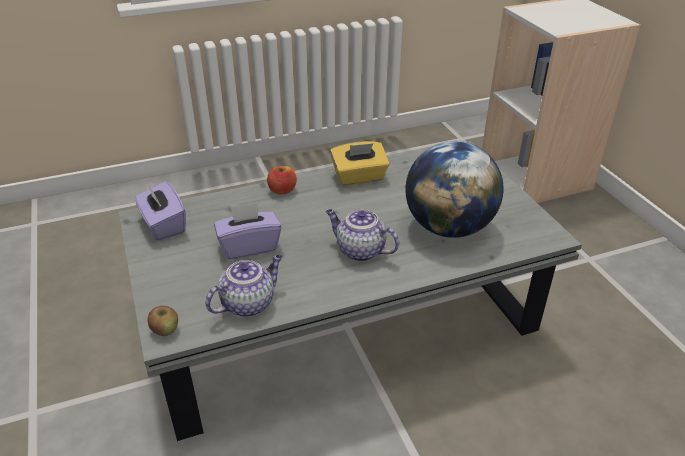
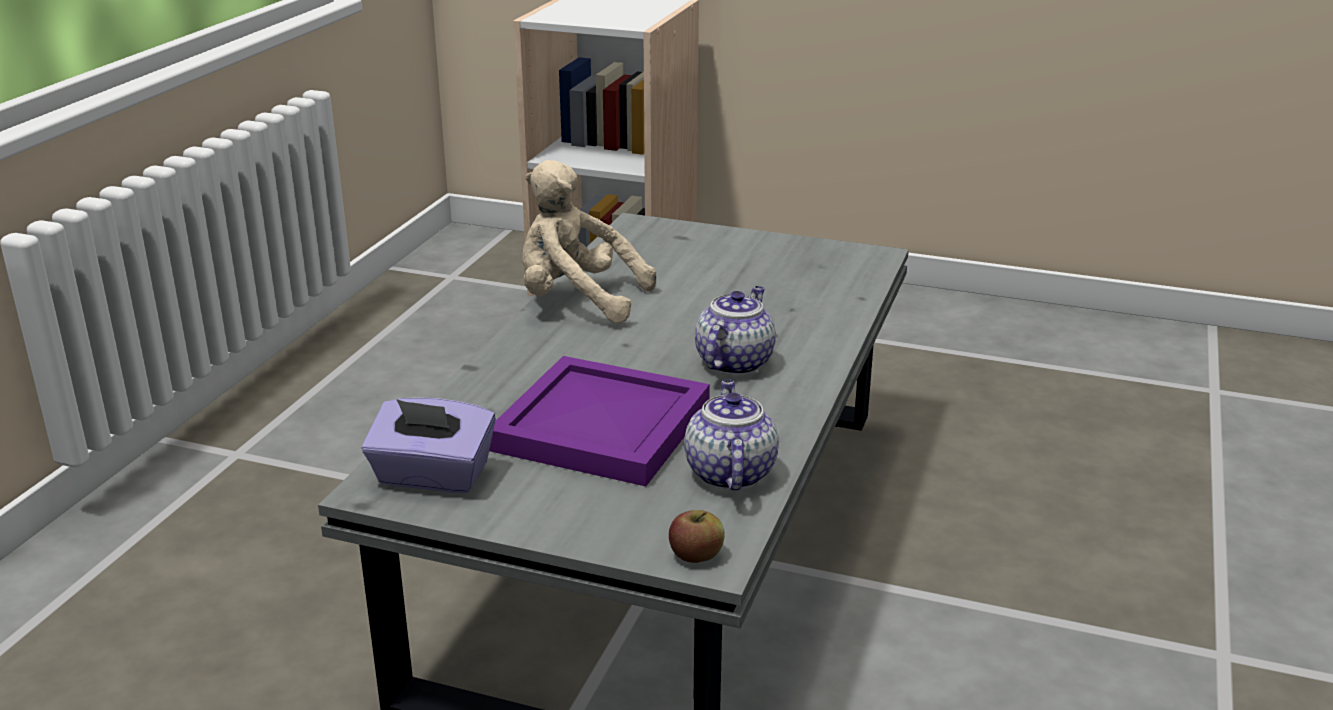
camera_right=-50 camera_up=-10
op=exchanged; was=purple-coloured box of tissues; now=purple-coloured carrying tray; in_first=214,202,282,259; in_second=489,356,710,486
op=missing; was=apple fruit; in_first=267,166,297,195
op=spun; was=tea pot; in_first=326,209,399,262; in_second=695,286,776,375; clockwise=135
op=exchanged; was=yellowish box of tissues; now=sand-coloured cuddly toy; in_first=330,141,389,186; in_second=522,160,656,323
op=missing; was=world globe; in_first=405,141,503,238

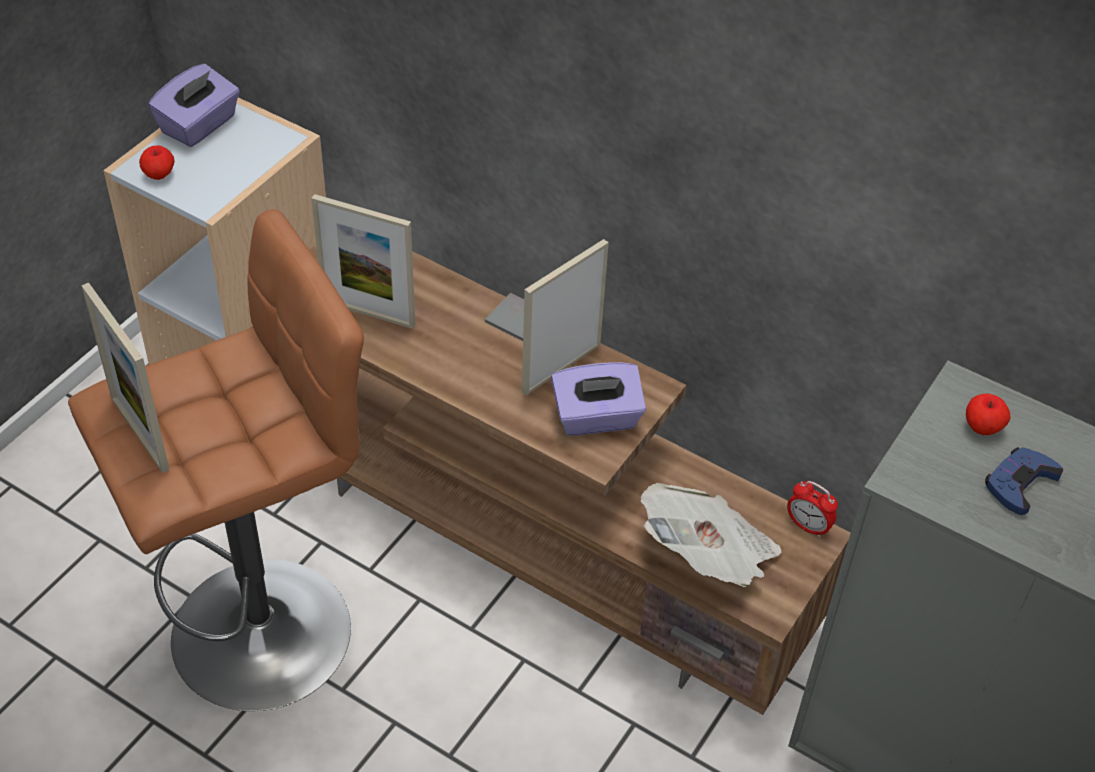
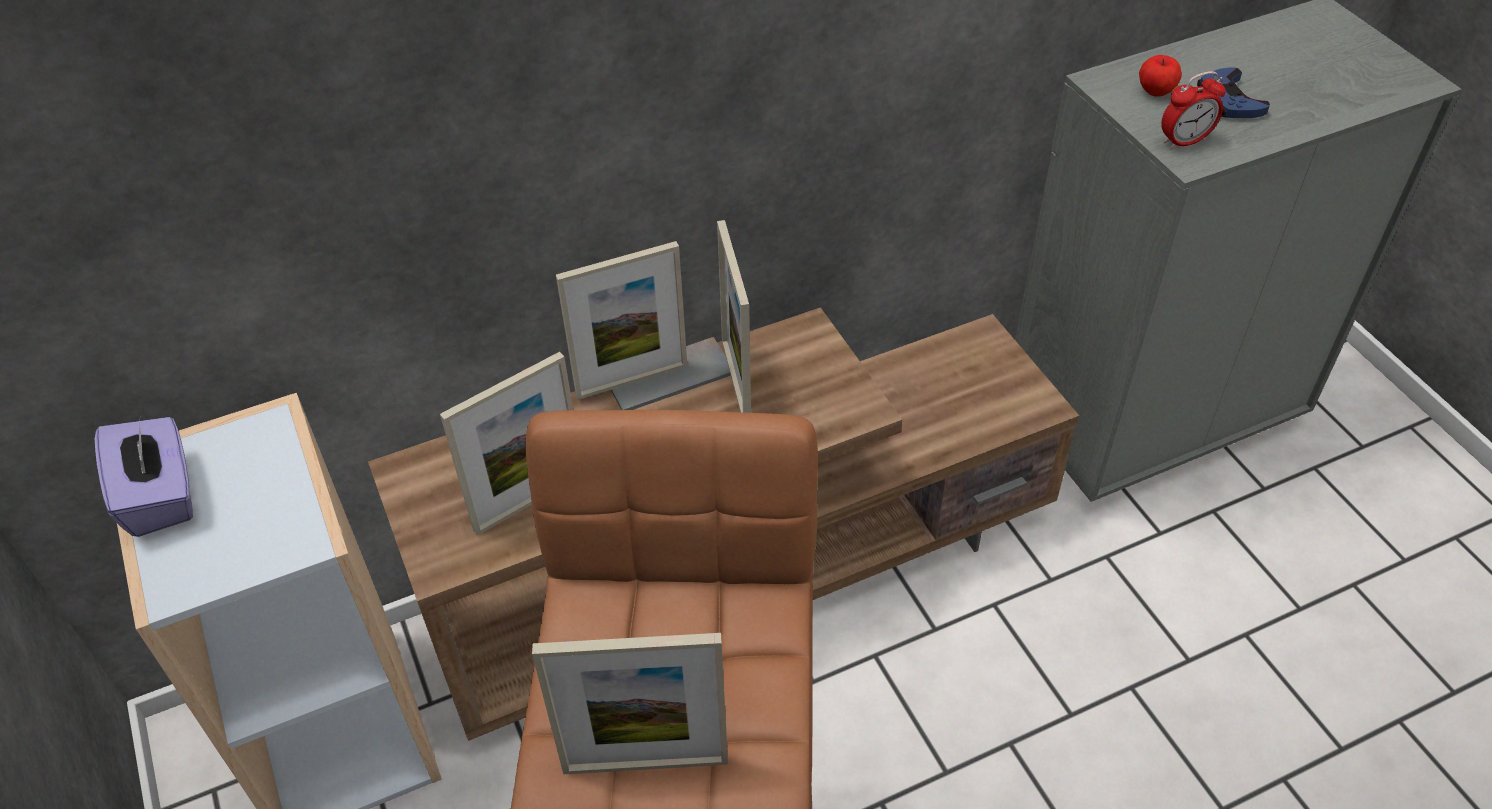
camera_right=-55 camera_up=0
op=missing; was=apple fruit; in_first=139,145,175,180
op=missing; was=purple-coloured box of tissues; in_first=551,362,646,436
op=missing; was=newspaper; in_first=641,483,782,587
op=relocated; was=bedside clock; in_first=787,481,838,538; in_second=1161,71,1226,149
op=appeared; now=photo frame; in_second=556,241,687,400

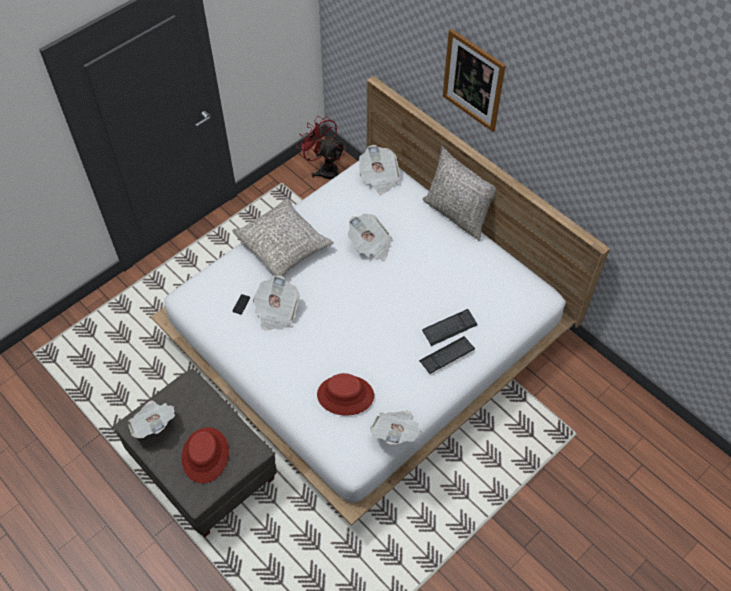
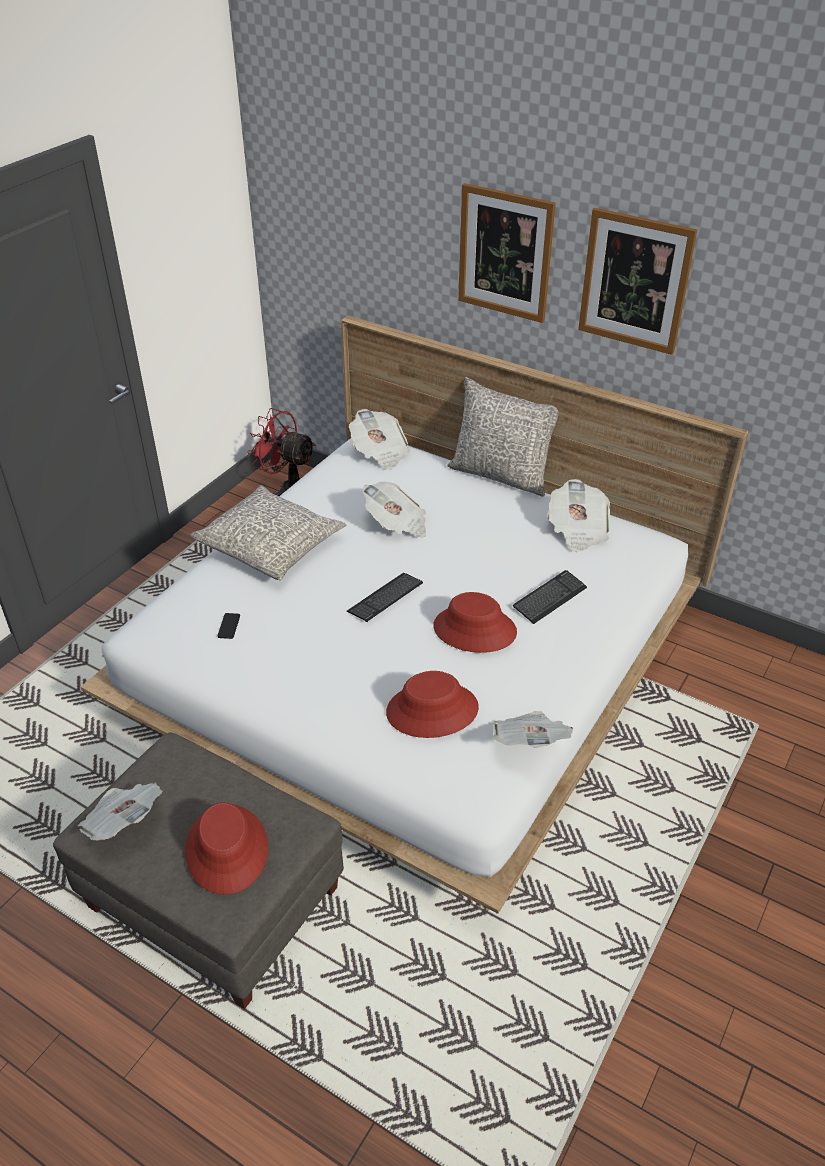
camera_right=-15 camera_up=-15
op=relocated; was=newspaper; in_first=253,276,300,331; in_second=547,479,610,552
op=relocated; was=PC keyboard; in_first=419,336,475,374; in_second=347,573,423,622
op=appeared; now=reddish hat; in_second=433,592,517,653
op=appeared; now=wall art; in_second=578,208,697,355

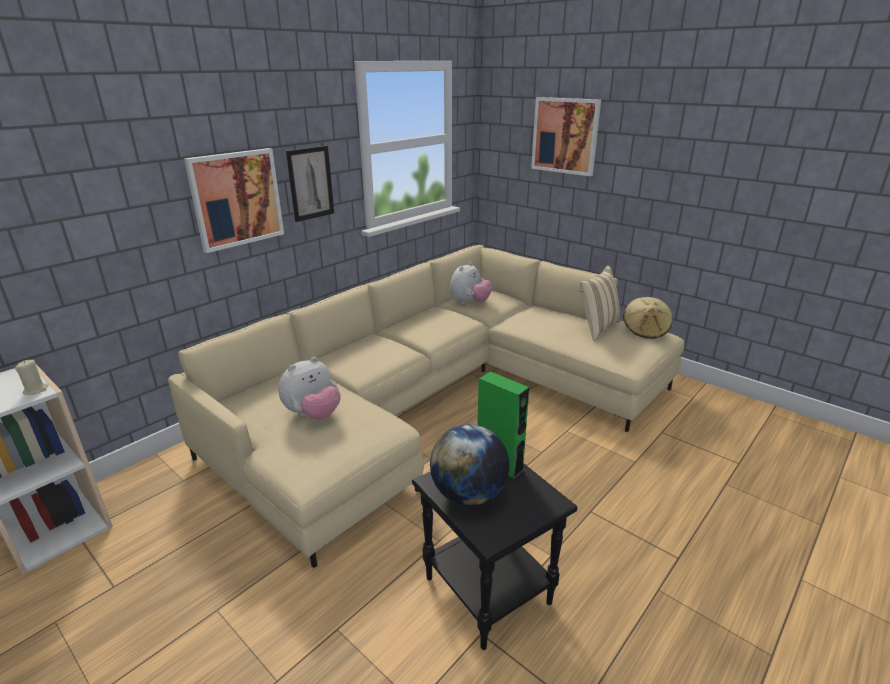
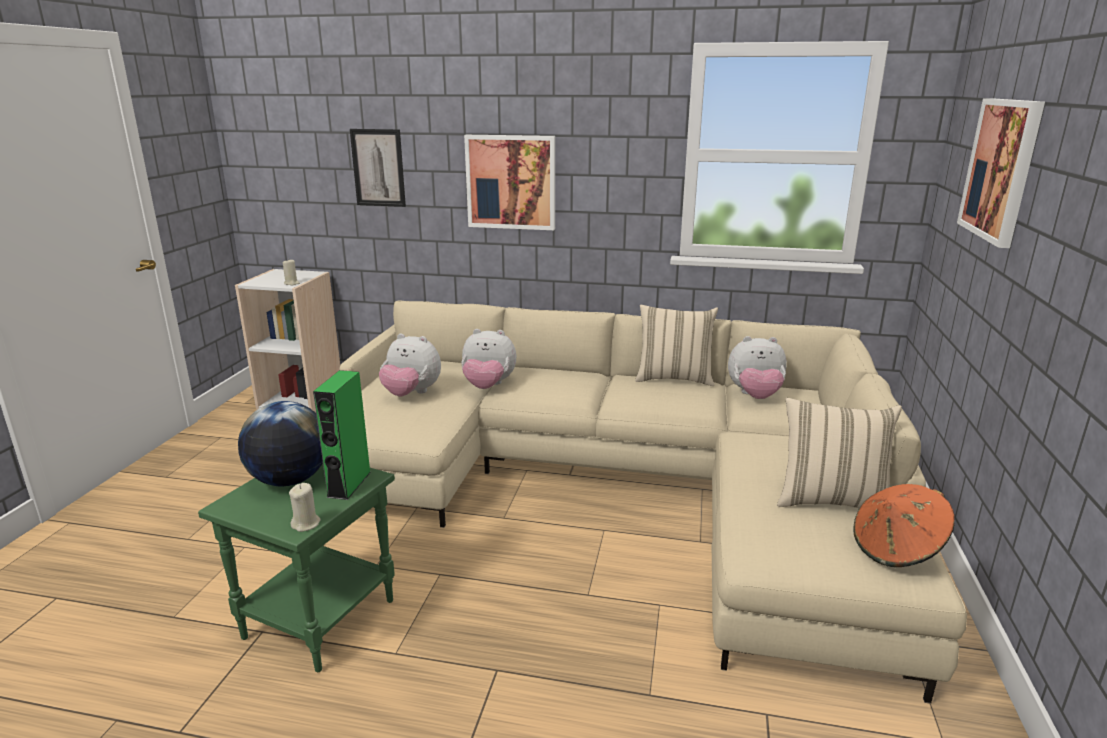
camera_right=60 camera_up=-5
op=relocated; was=wall art; in_first=286,146,334,222; in_second=350,129,406,207
op=colour; was=blackish side table; now=green side table; in_first=412,464,578,650; in_second=198,464,395,672
op=colour; was=sand-coloured hat; now=orange hat; in_first=623,297,673,339; in_second=853,484,955,567
op=appeared; now=sand-coloured candle; in_second=289,483,320,532
op=appeared; now=cuddly toy; in_second=461,329,516,389
op=appeared; now=sand-coloured pillow; in_second=635,305,718,386

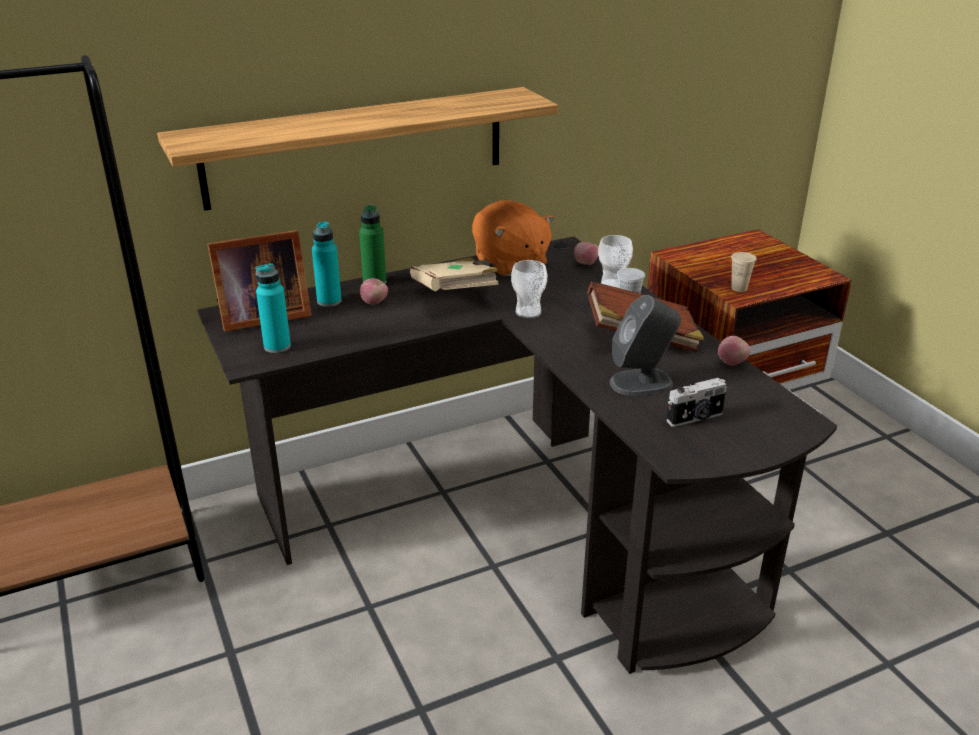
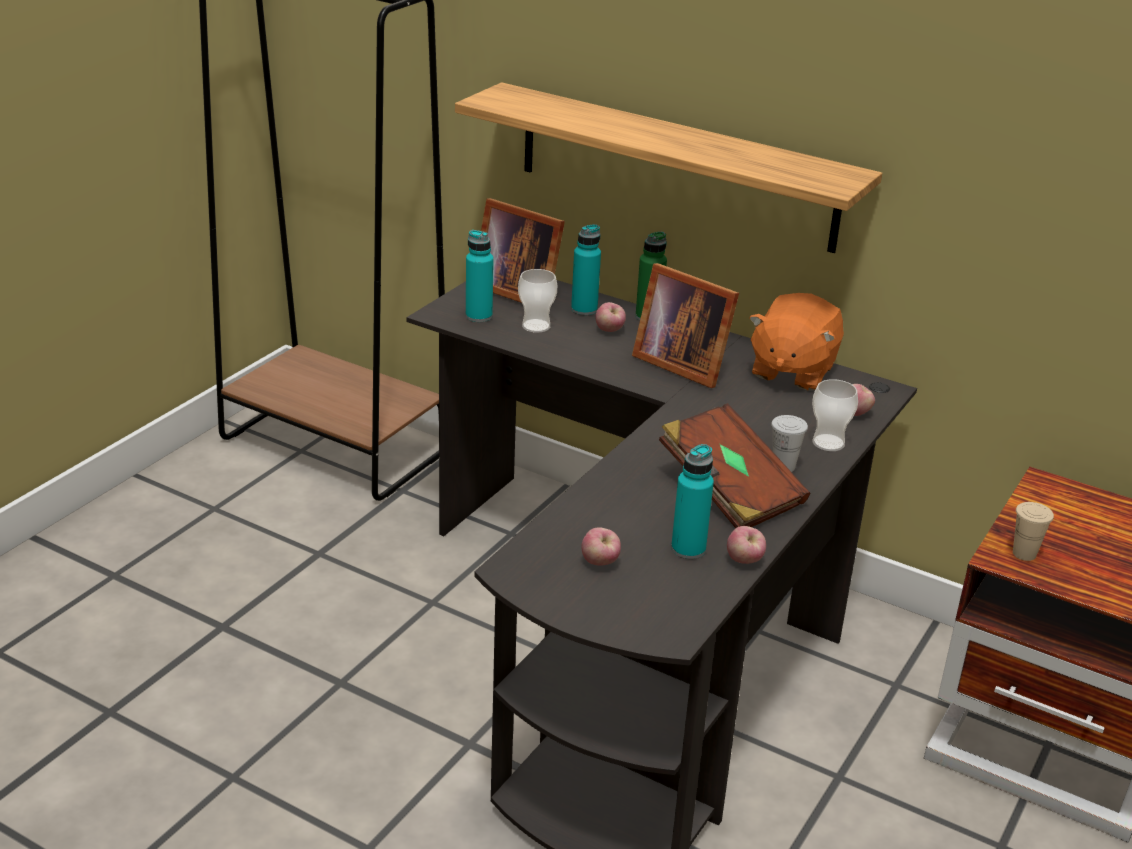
camera_right=55 camera_up=0
op=exchanged; was=sand-coloured volume; now=photo frame; in_first=410,258,499,291; in_second=632,263,739,388
op=relocated; was=small cup; in_first=511,260,547,318; in_second=518,269,557,333
op=missing; was=grey loudspeaker; in_first=609,295,681,395
op=exchanged; was=still camera; now=apple fruit; in_first=666,378,727,427; in_second=581,527,621,565
op=appeared; now=turquoise bottle; in_second=671,444,714,559

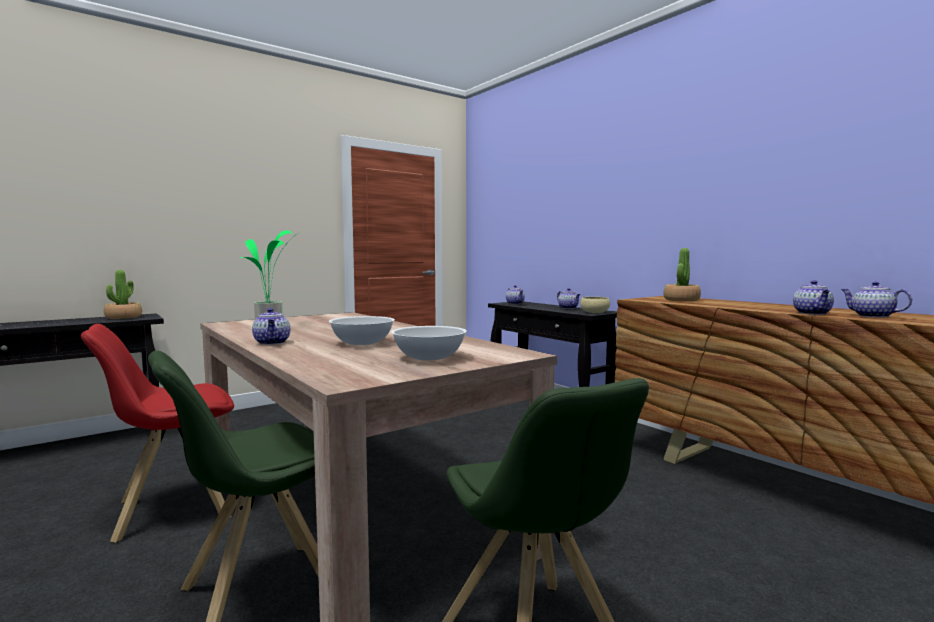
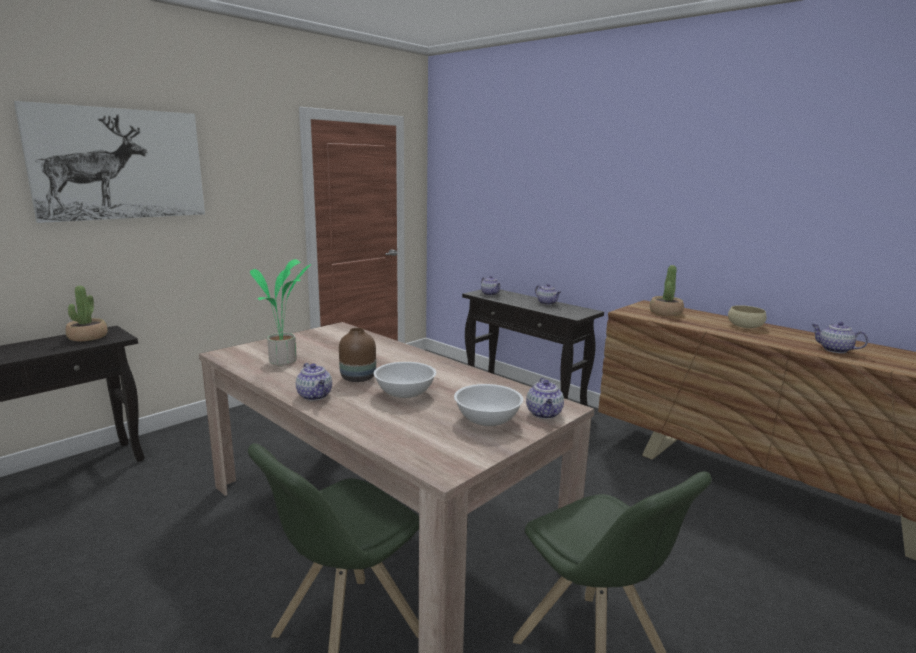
camera_right=-10 camera_up=10
op=missing; was=reddish chair; in_first=81,324,234,543
op=relocated; was=sand-coloured serving bowl; in_first=580,297,610,313; in_second=728,305,767,328
op=relocated; was=tea pot; in_first=793,280,834,315; in_second=526,378,564,419
op=appeared; now=wall art; in_second=14,101,205,223
op=appeared; now=brown-coloured vase; in_second=339,328,376,382

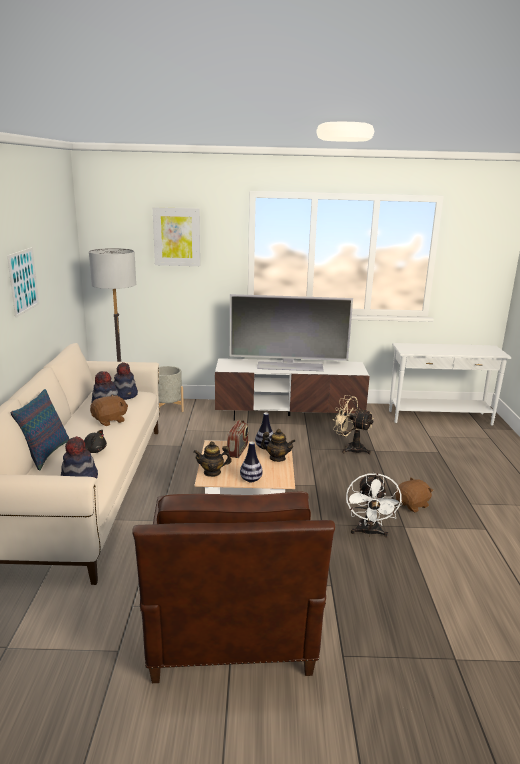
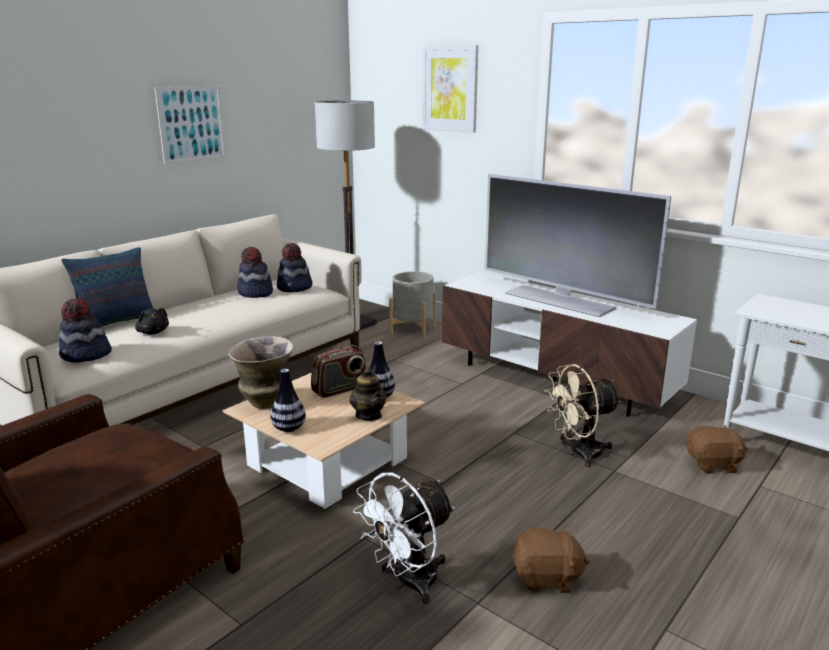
camera_right=40 camera_up=0
op=relocated; was=brown-coloured cuddly toy; in_first=90,395,128,426; in_second=686,425,748,473
op=exchanged; was=tea pot; now=vase; in_first=193,441,232,477; in_second=228,336,294,409
op=spun; was=sand-coloured cooling fan; in_first=333,395,374,454; in_second=545,364,621,467; clockwise=-90

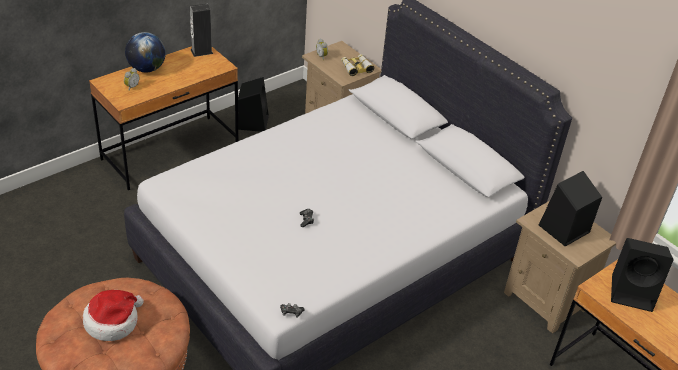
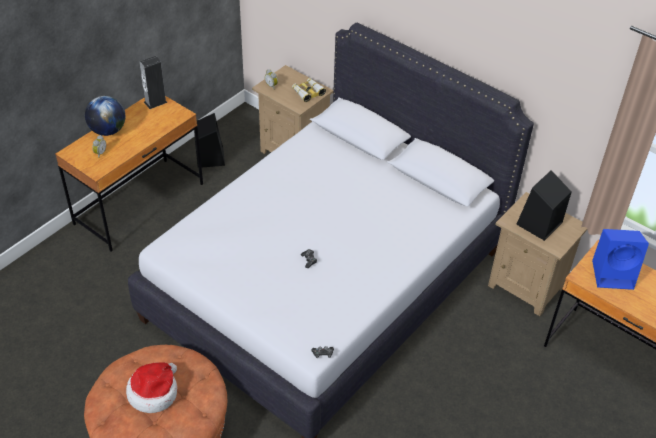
camera_right=-10 camera_up=5
op=colour; was=blackish loudspeaker; now=bluish loudspeaker; in_first=611,238,674,312; in_second=592,229,649,290

